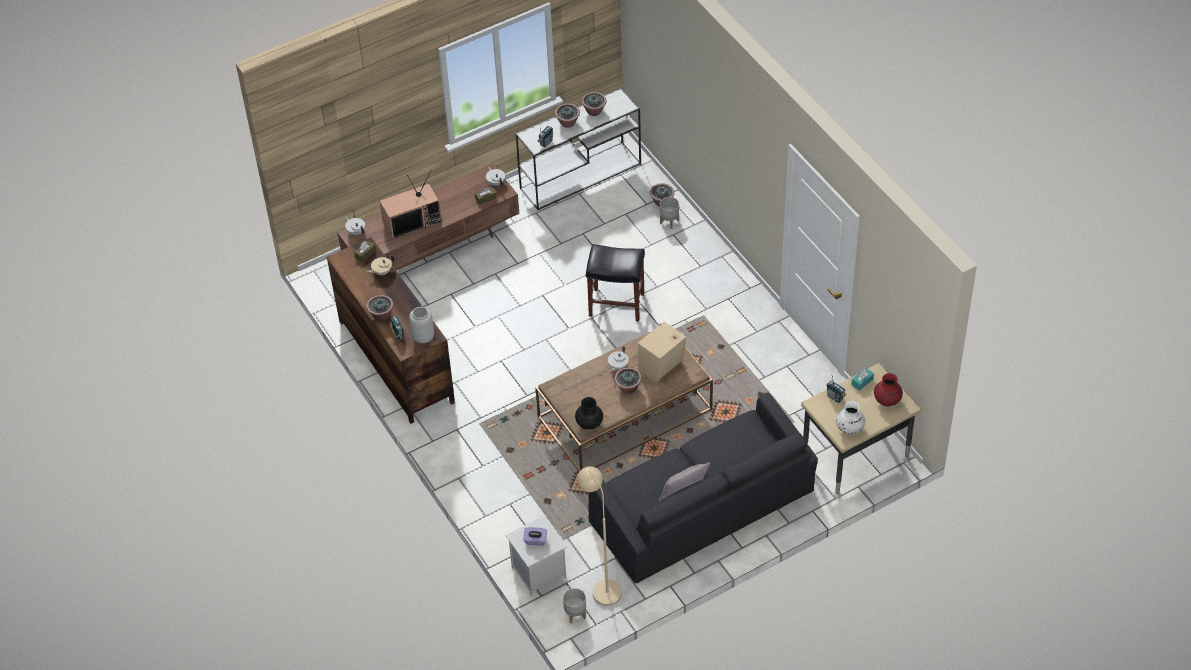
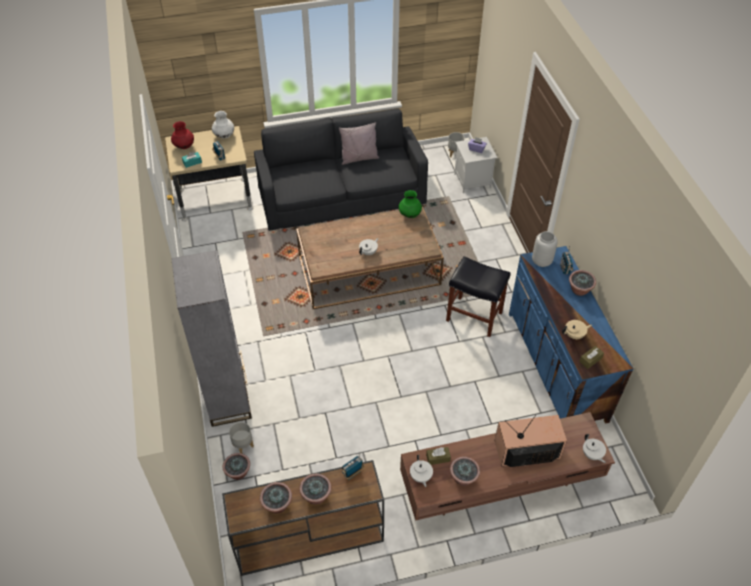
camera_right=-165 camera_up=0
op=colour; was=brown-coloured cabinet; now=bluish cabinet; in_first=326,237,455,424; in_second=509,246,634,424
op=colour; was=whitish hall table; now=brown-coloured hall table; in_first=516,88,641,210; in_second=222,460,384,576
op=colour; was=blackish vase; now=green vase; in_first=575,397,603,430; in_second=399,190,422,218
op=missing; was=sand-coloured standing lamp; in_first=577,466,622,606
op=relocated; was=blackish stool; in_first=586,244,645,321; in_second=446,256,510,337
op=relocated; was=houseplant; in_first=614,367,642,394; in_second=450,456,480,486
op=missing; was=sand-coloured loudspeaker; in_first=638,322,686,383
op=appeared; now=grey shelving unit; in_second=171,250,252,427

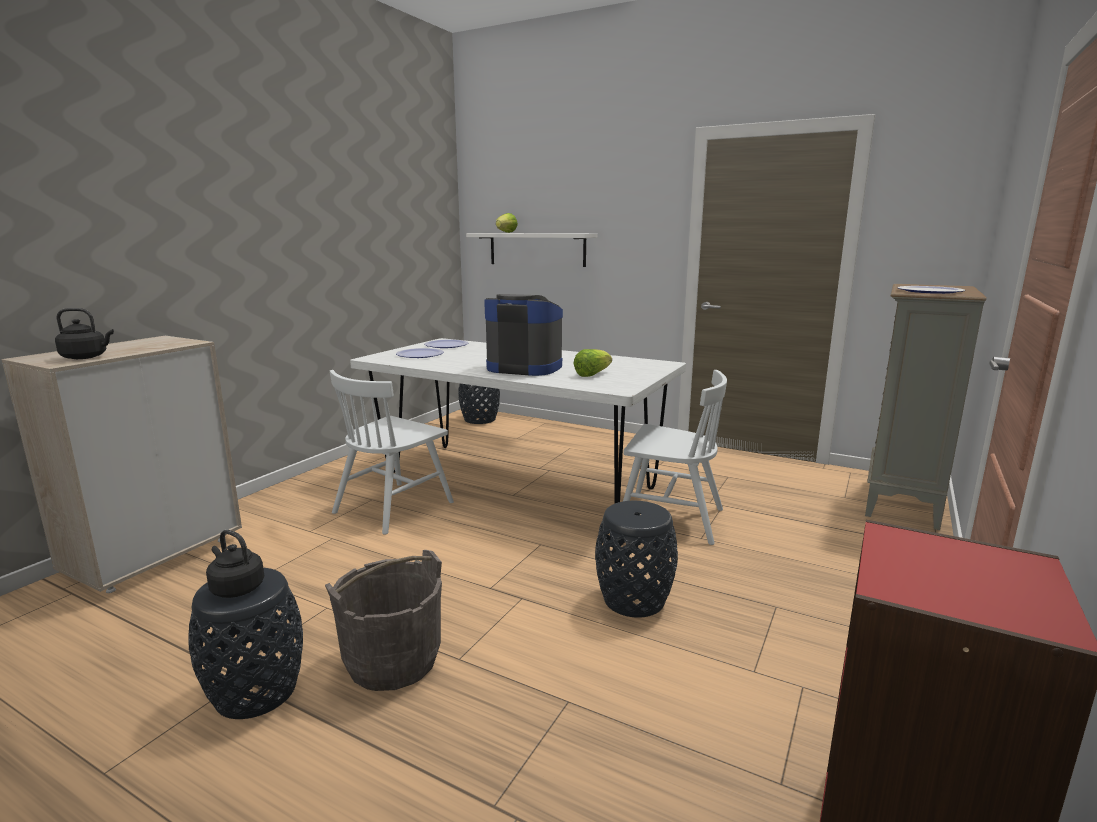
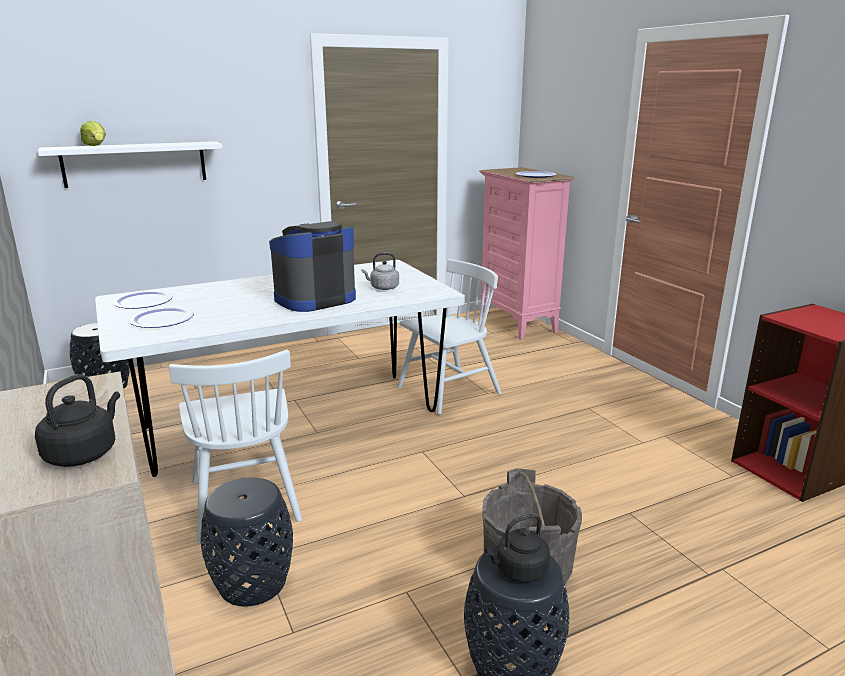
camera_right=-55 camera_up=5
op=exchanged; was=head of lettuce; now=grey tea kettle; in_first=573,349,612,377; in_second=362,253,399,290
op=relocated; was=blackish stool; in_first=595,501,678,618; in_second=201,477,293,606
op=colour; was=grey drawer chest; now=pinkish drawer chest; in_first=865,284,986,530; in_second=479,167,574,340

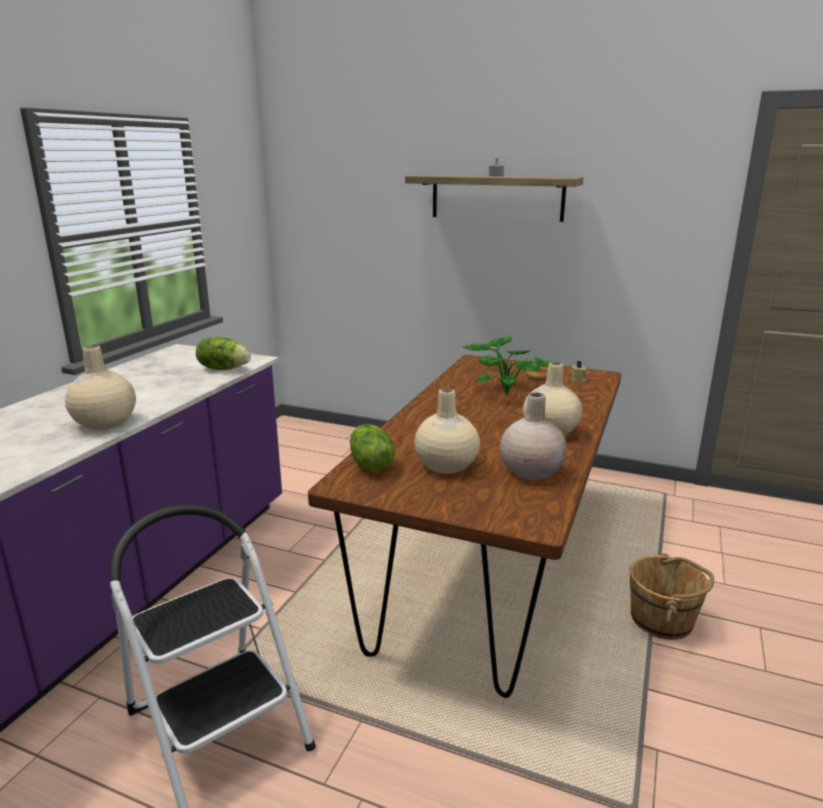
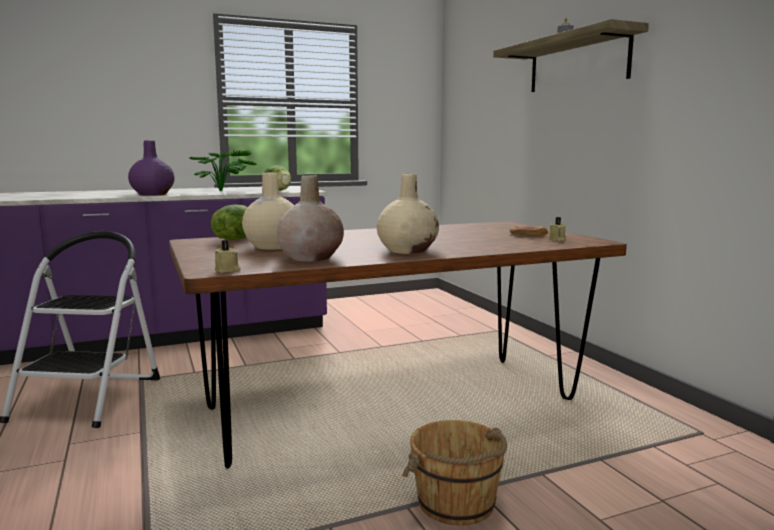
camera_right=45 camera_up=-10
op=colour; was=sand-coloured vase; now=purple-coloured vase; in_first=65,345,136,430; in_second=128,140,175,196
op=relocated; was=houseplant; in_first=463,336,550,395; in_second=190,149,257,191
op=appeared; now=sand-coloured candle; in_second=215,240,240,273

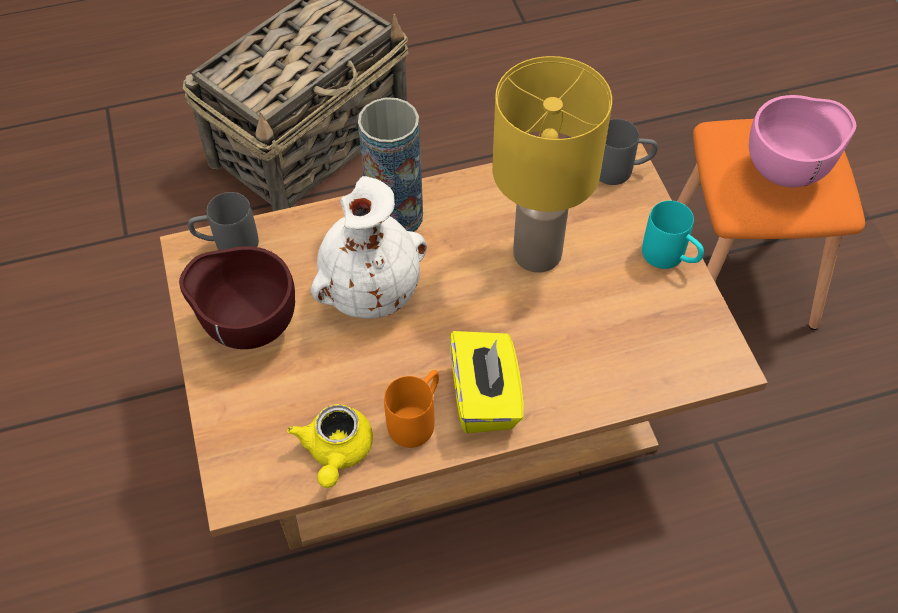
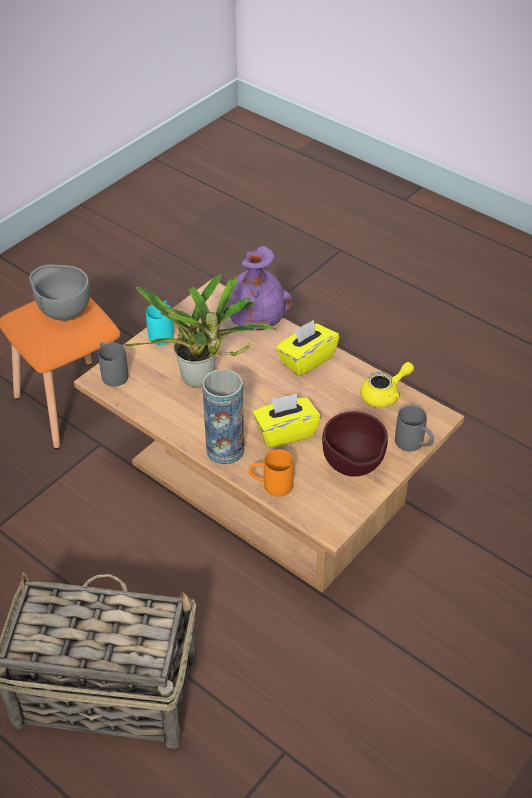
camera_right=-125 camera_up=-10
op=relocated; was=grey tea mug; in_first=188,192,259,250; in_second=395,405,434,451
op=exchanged; was=whitish vase; now=yellowish box of tissues; in_first=311,176,427,319; in_second=252,394,321,448
op=relocated; was=orange tea mug; in_first=384,370,439,448; in_second=249,449,294,497
op=exchanged; was=yellowish lamp for a table; now=houseplant; in_first=492,56,612,272; in_second=125,275,276,387
op=colour; was=pinkish serving bowl; now=grey serving bowl; in_first=749,95,856,187; in_second=29,265,90,321
op=appeared; now=purple-coloured vase; in_second=227,246,293,331

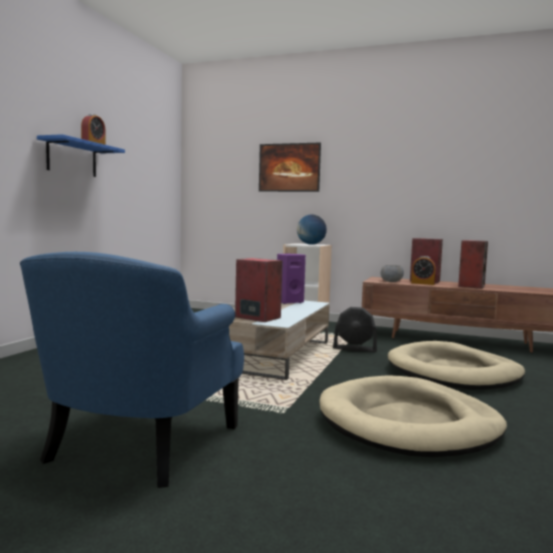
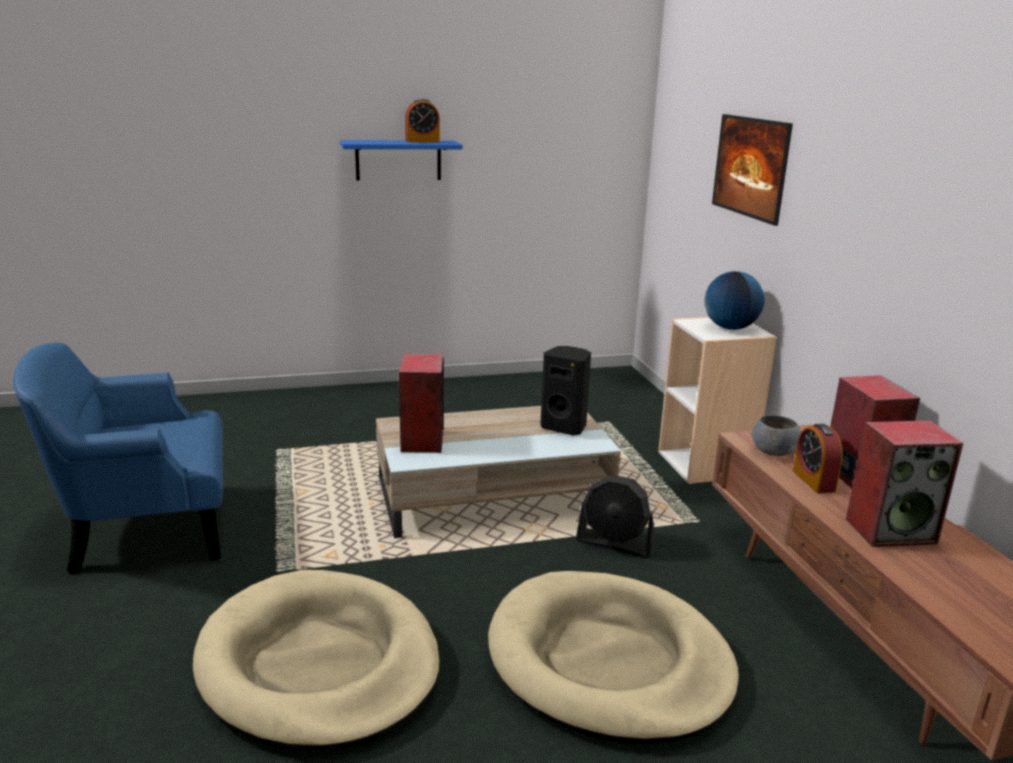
camera_right=55 camera_up=15
op=colour; was=purple-coloured loudspeaker; now=blackish loudspeaker; in_first=277,254,306,304; in_second=540,346,591,436
op=spun; was=blackish cooling fan; in_first=333,307,377,352; in_second=576,475,655,558; clockwise=-45

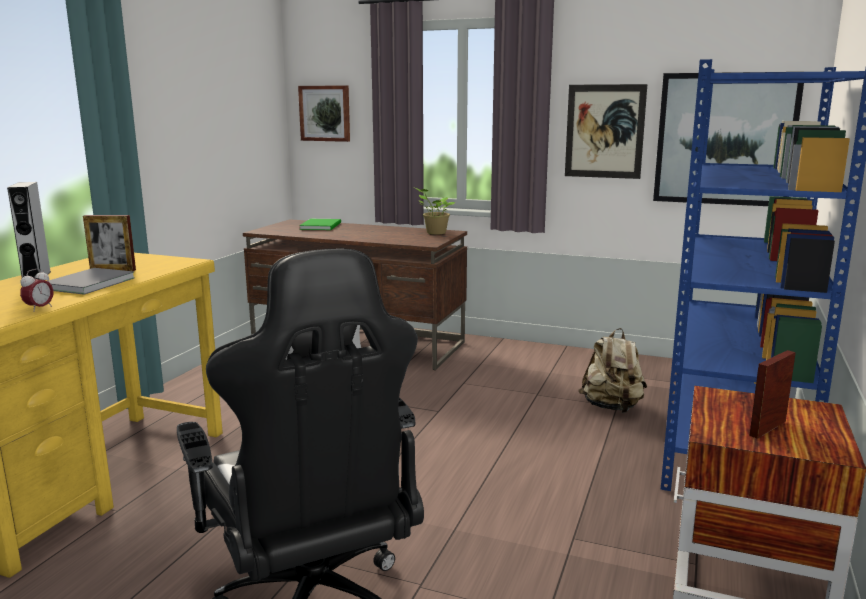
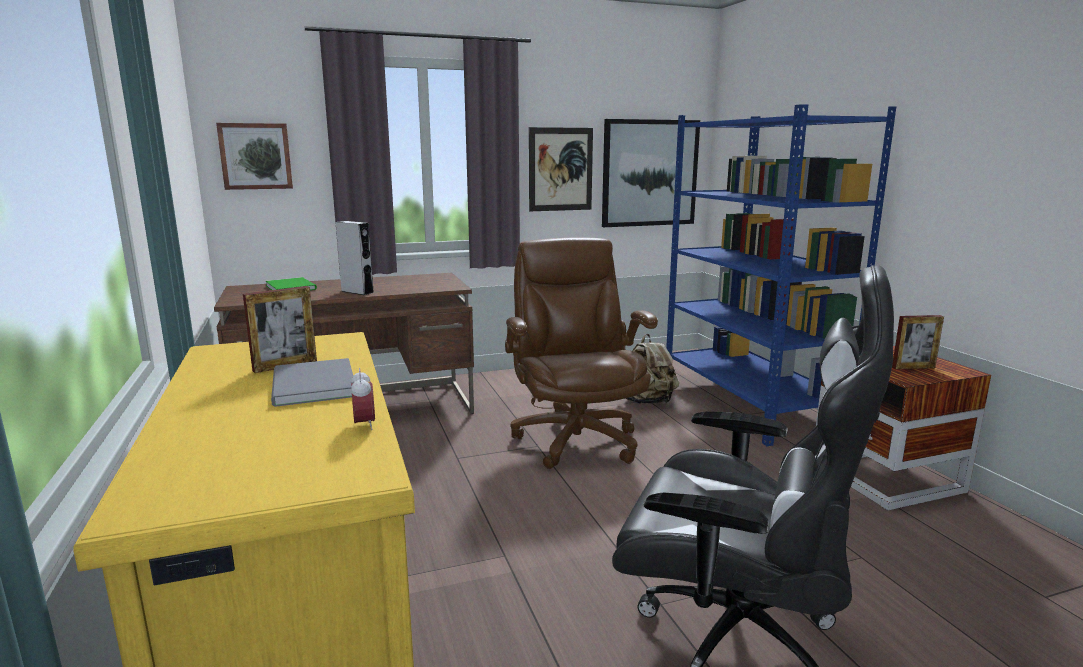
camera_right=-40 camera_up=0
op=relocated; was=grey loudspeaker; in_first=7,182,51,280; in_second=336,221,374,295
op=missing; was=houseplant; in_first=415,188,455,235
op=spun; was=photo frame; in_first=749,350,796,439; in_second=892,315,944,369; clockwise=-105
op=appeared; now=brown-coloured office chair; in_second=505,238,658,469

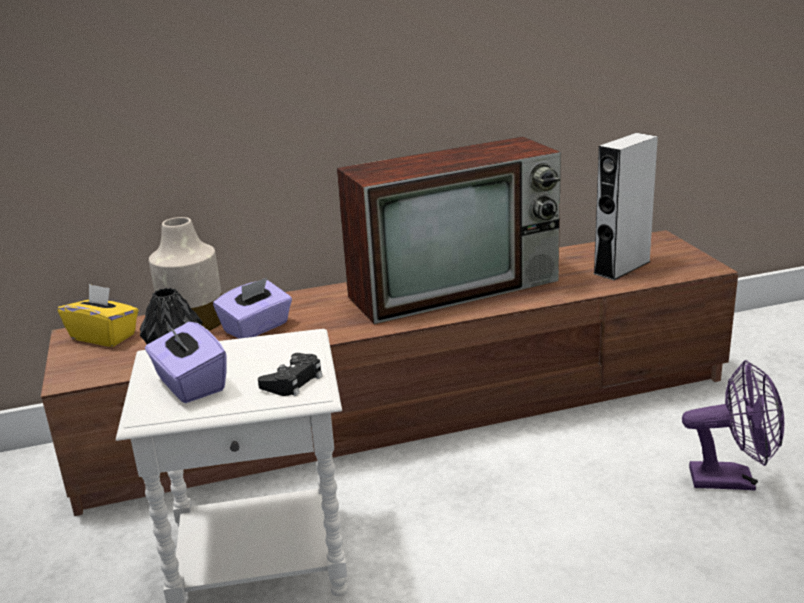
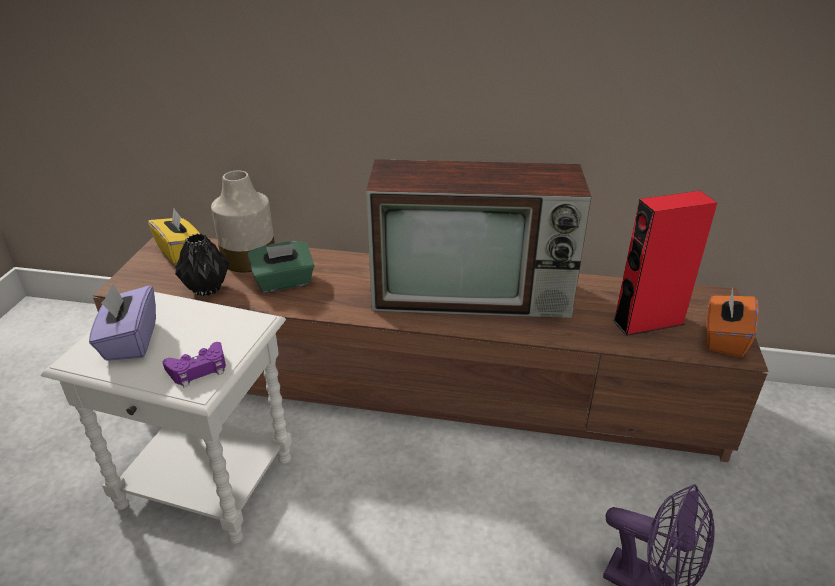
camera_right=25 camera_up=10
op=colour; was=purple-coloured box of tissues; now=green box of tissues; in_first=213,278,292,339; in_second=248,241,314,293
op=colour; was=blackish game controller; now=purple-coloured game controller; in_first=258,353,322,396; in_second=163,342,226,388
op=colour; was=grey loudspeaker; now=reddish loudspeaker; in_first=593,133,658,280; in_second=613,191,717,336
op=appeared; now=orange box of tissues; in_second=706,287,758,357

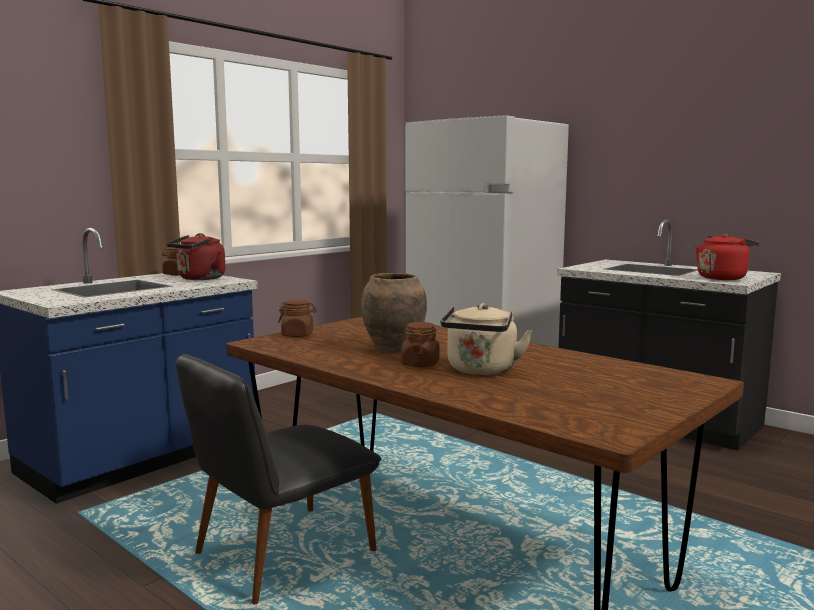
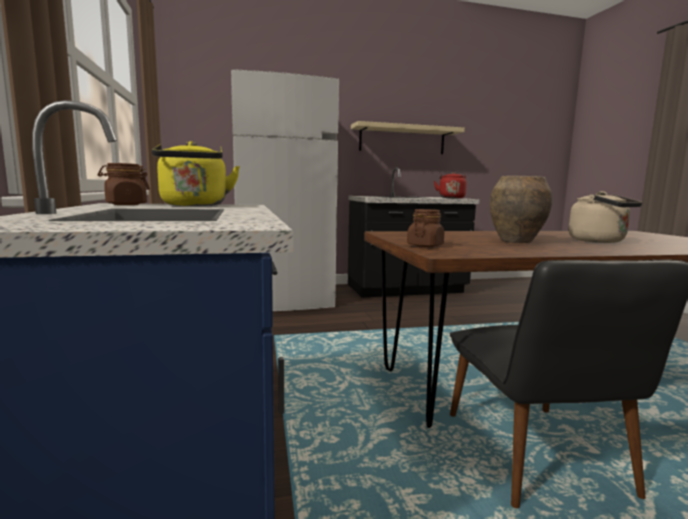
camera_right=-55 camera_up=0
op=colour; was=reddish tea kettle; now=yellowish tea kettle; in_first=167,233,225,280; in_second=152,141,240,206
op=missing; was=brown-coloured jar; in_first=401,322,440,367
op=appeared; now=sand-coloured shelf; in_second=351,121,465,154

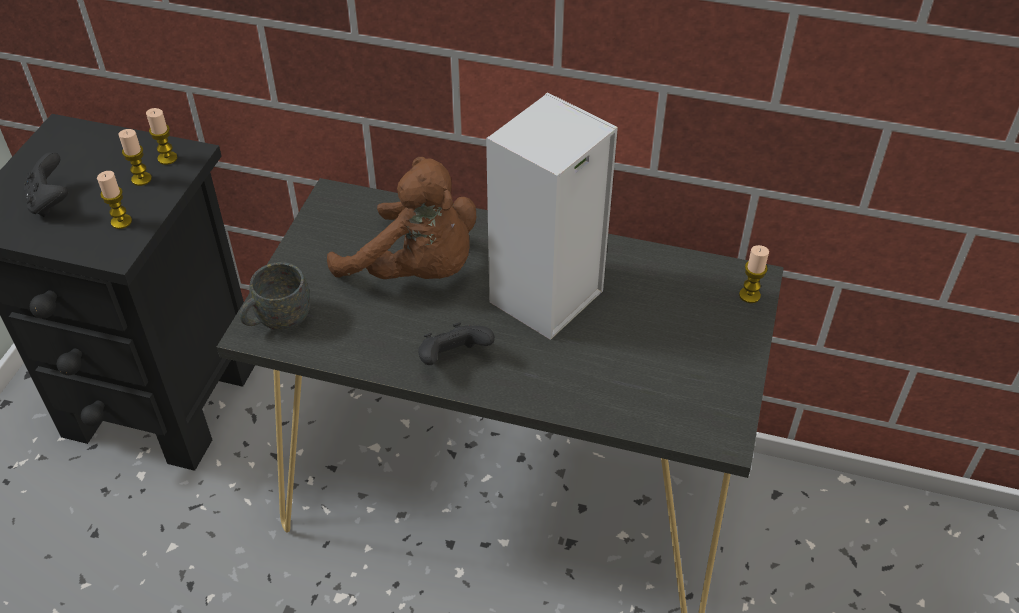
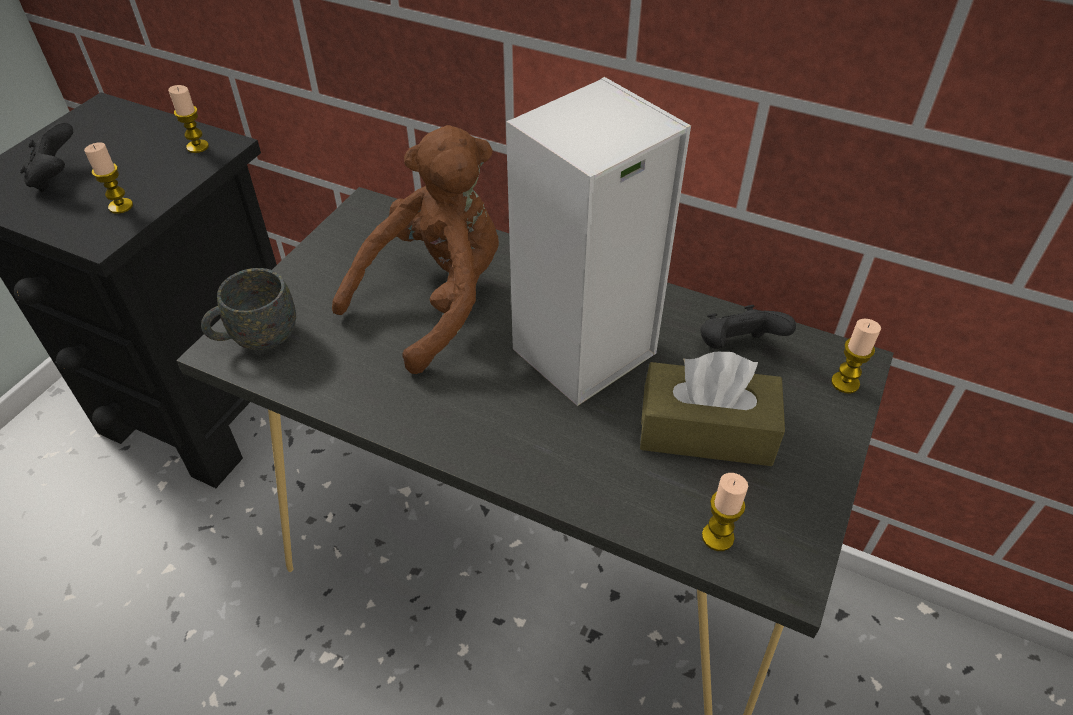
camera_right=10 camera_up=0
op=relocated; was=candle; in_first=118,129,152,186; in_second=702,473,748,551
op=spun; was=brown-coloured cuddly toy; in_first=327,157,477,279; in_second=332,125,499,374; clockwise=-90
op=relocated; was=blackish game controller; in_first=418,322,495,365; in_second=700,305,796,349
op=appeared; now=brown-coloured box of tissues; in_second=640,352,785,466

